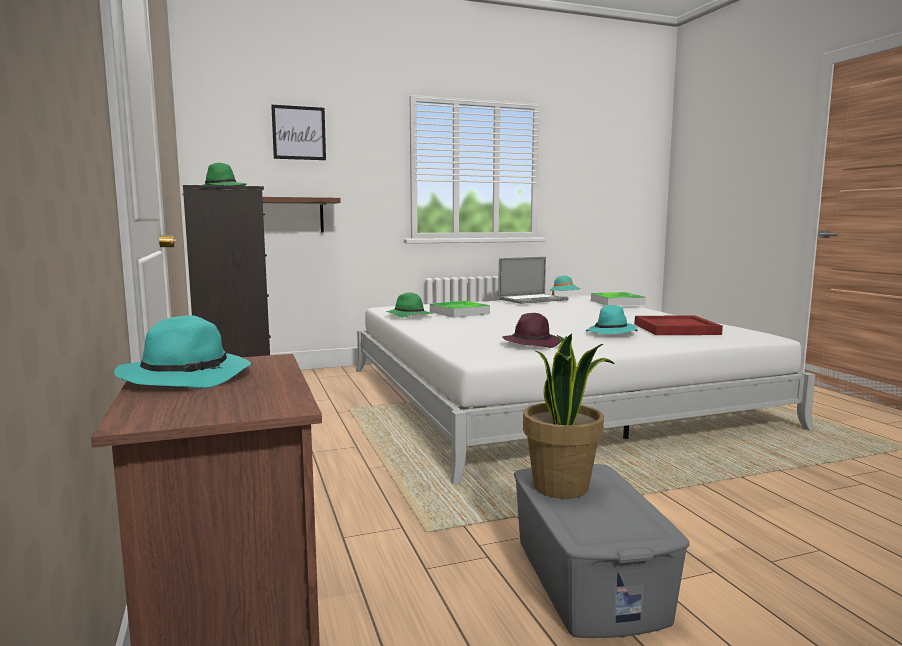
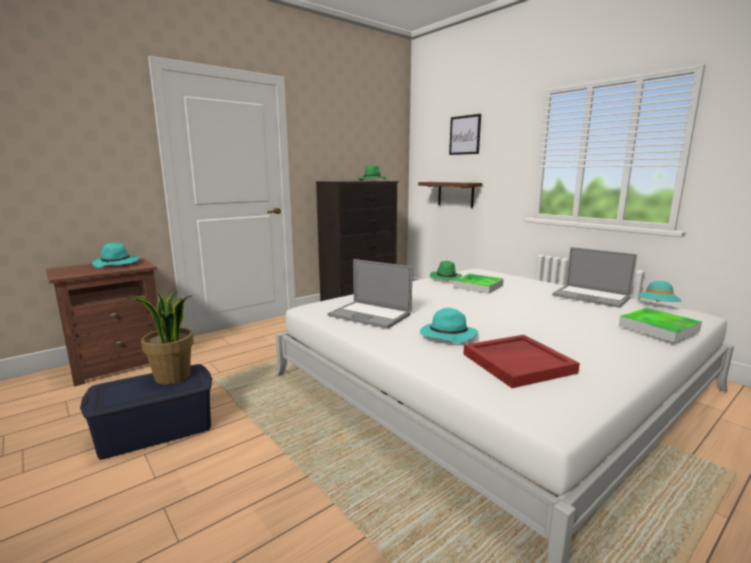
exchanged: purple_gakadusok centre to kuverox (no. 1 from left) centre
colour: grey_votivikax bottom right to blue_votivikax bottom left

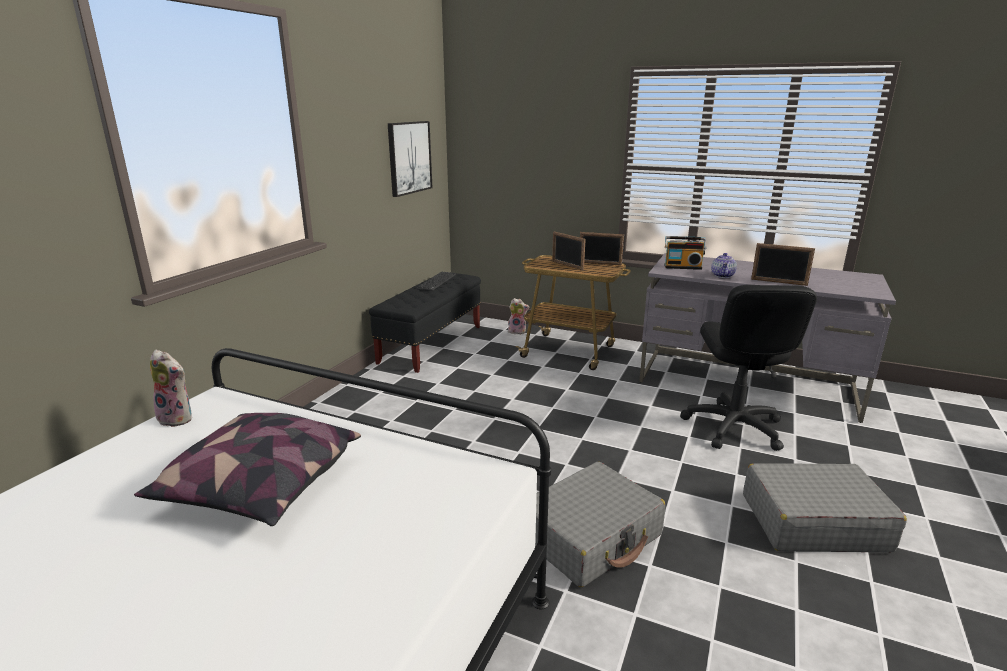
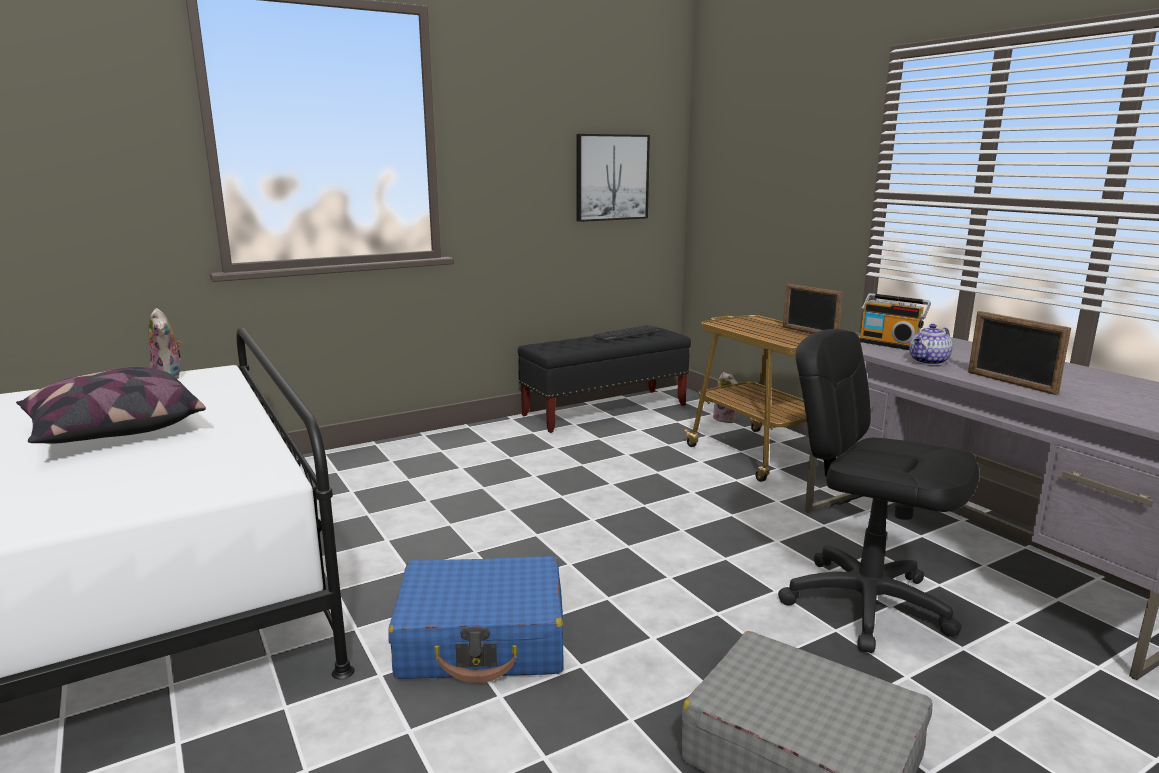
missing: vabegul (no. 1 from left) centre
colour: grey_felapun (no. 1 from left) bottom centre to blue_felapun bottom centre
spun: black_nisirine middle right = middle right 90 degrees clockwise

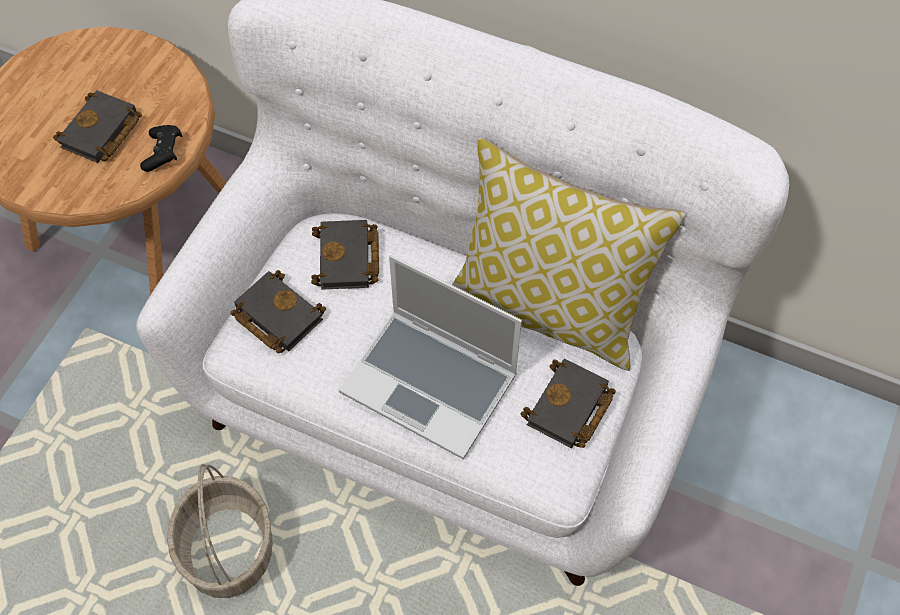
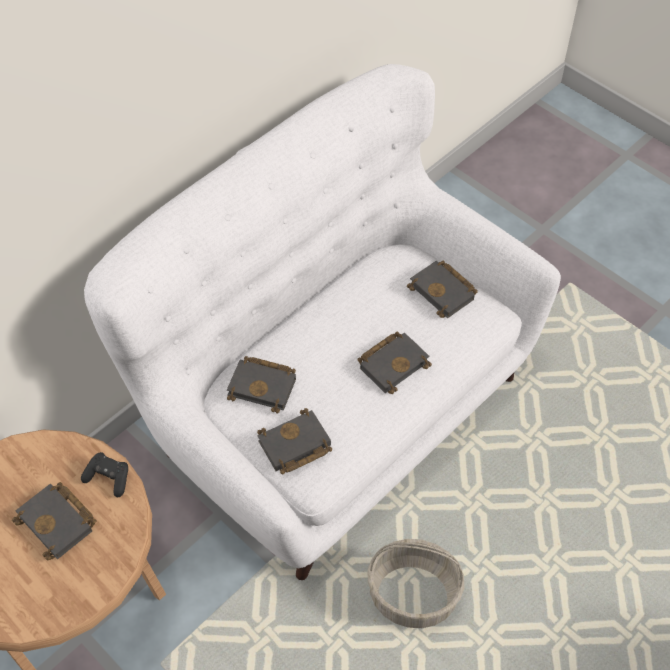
missing: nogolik centre
exchanged: kuverox centre to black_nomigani (no. 4 from left) centre

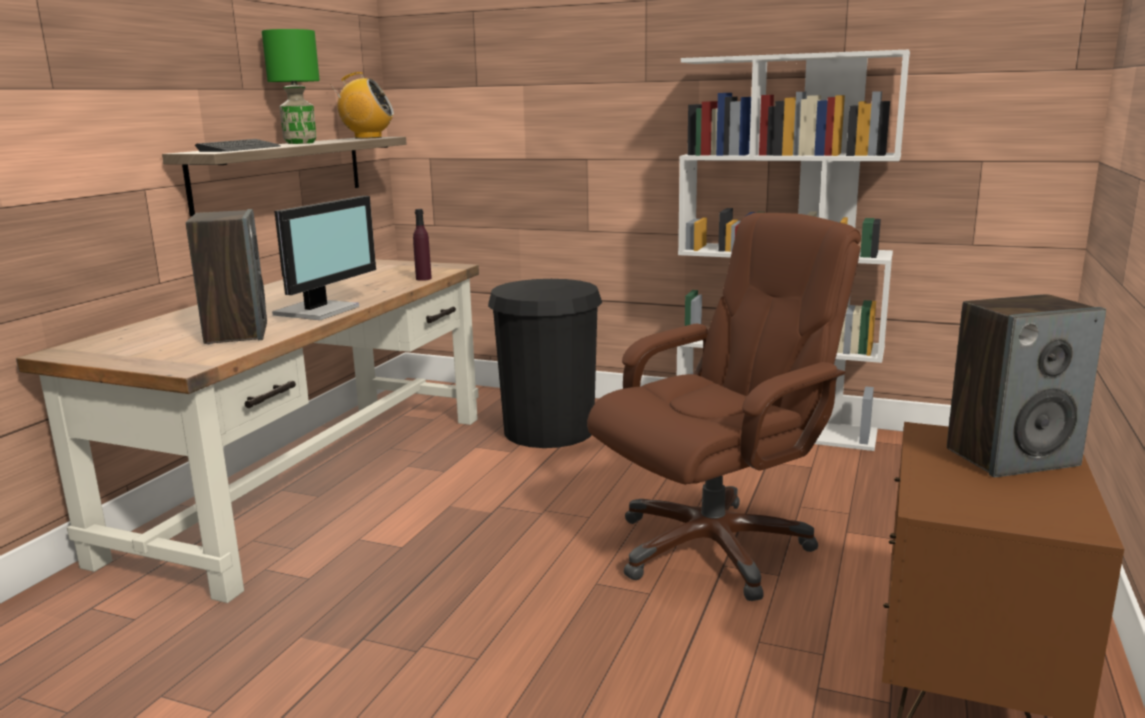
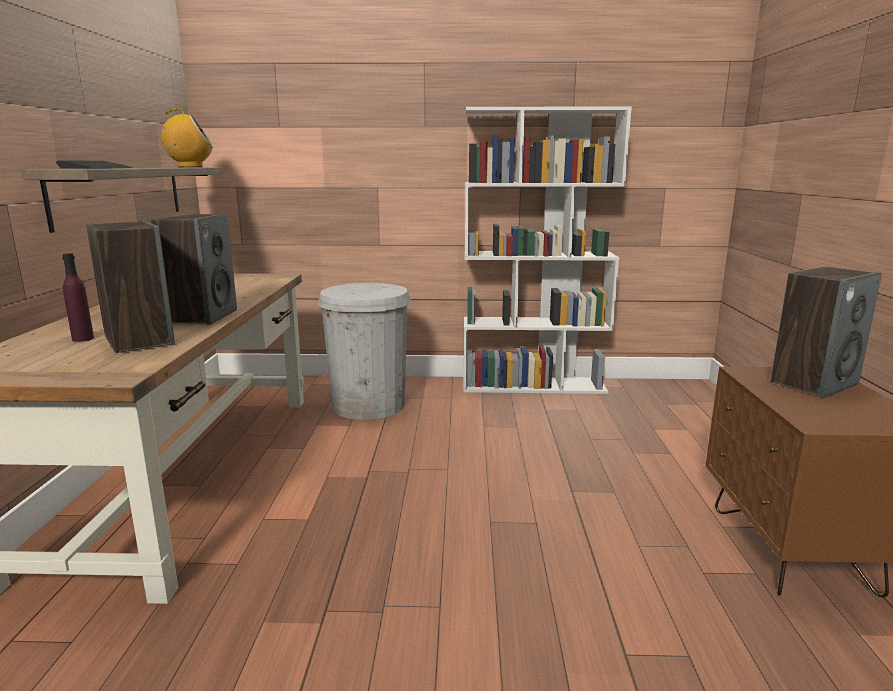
missing: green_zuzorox top left; brown_nisirine centre
relocated: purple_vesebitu centre to middle left
exchanged: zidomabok middle left to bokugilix (no. 2 from left) middle left
colour: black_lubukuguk centre to white_lubukuguk centre

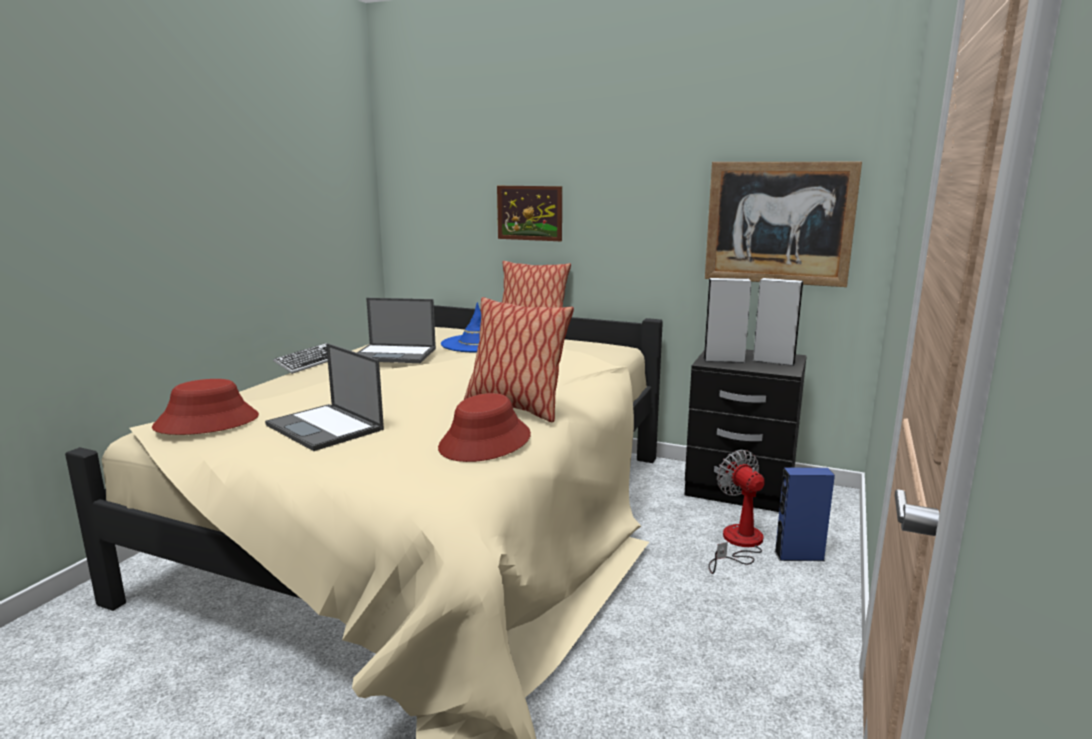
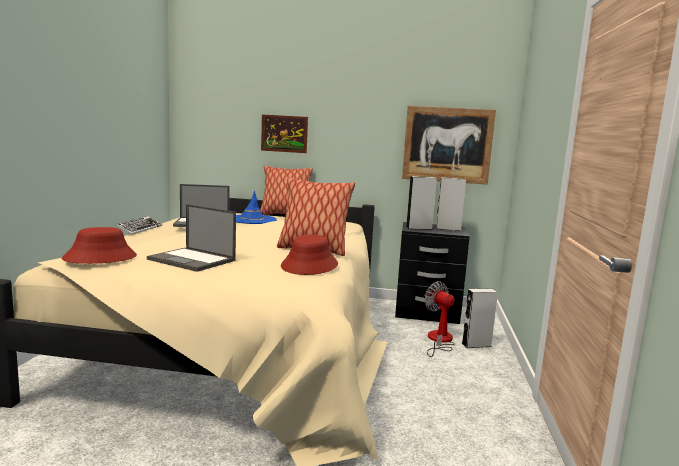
colour: blue_bokugilix bottom right to grey_bokugilix (no. 3 from left) bottom right

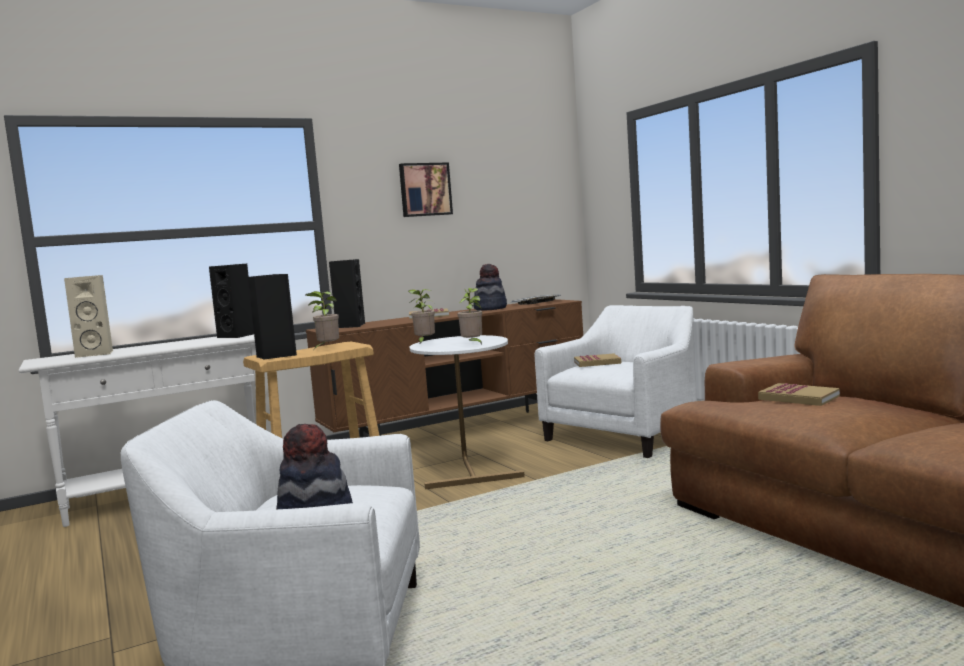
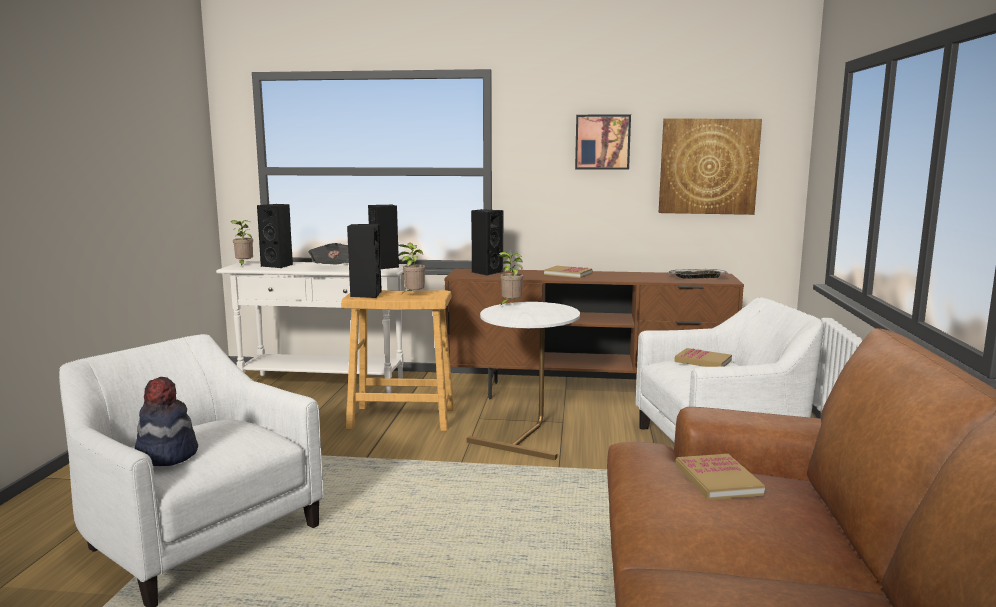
missing: gakadusok (no. 2 from left) centre
appeared: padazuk middle left; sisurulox (no. 2 from left) top right
relocated: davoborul (no. 3 from left in the first image) centre to davoborul (no. 1 from left) middle left
colour: beige_bokugilix middle left to black_bokugilix (no. 1 from left) middle left

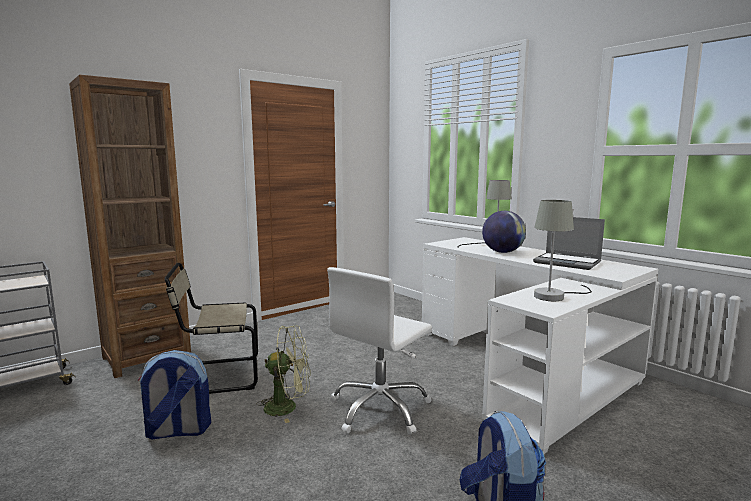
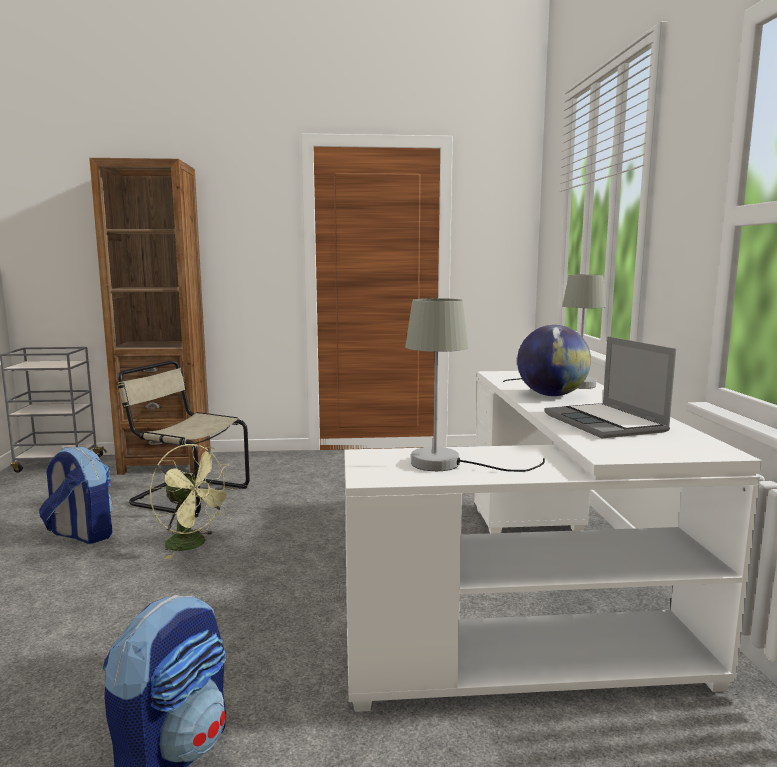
missing: white_nisirine bottom centre

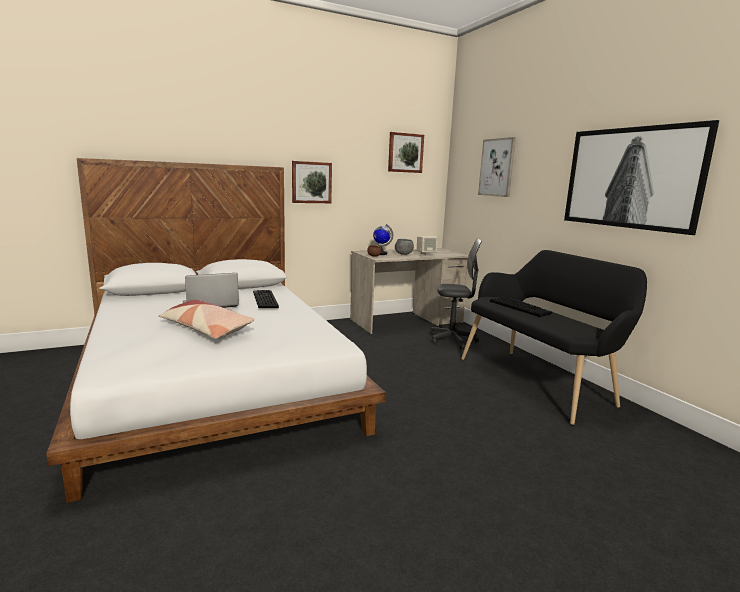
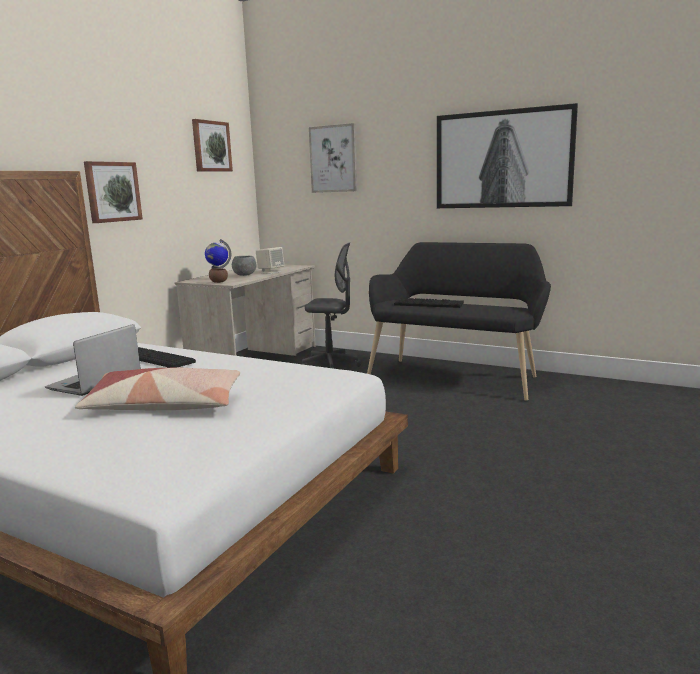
spun: grey_nisirine centre = centre 45 degrees clockwise

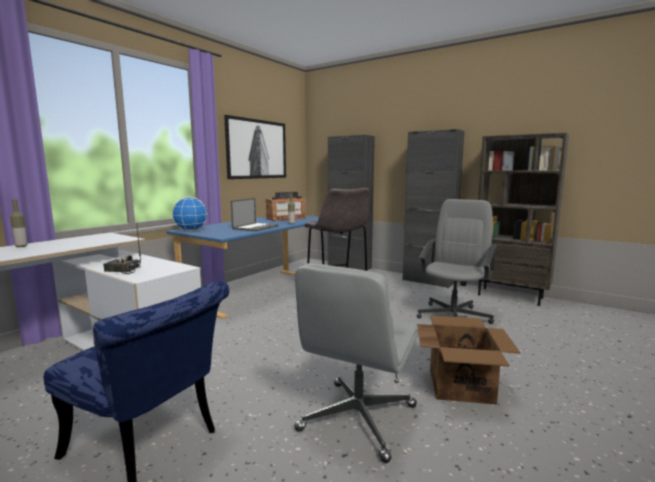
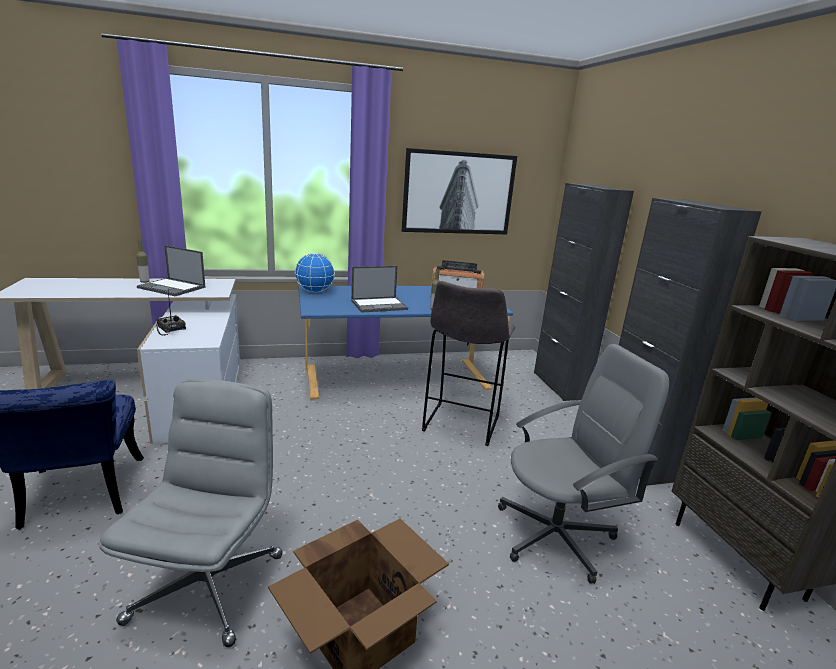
appeared: kuverox (no. 1 from left) middle left
spun: grey_nisirine (no. 1 from left) bottom centre = bottom left 120 degrees clockwise

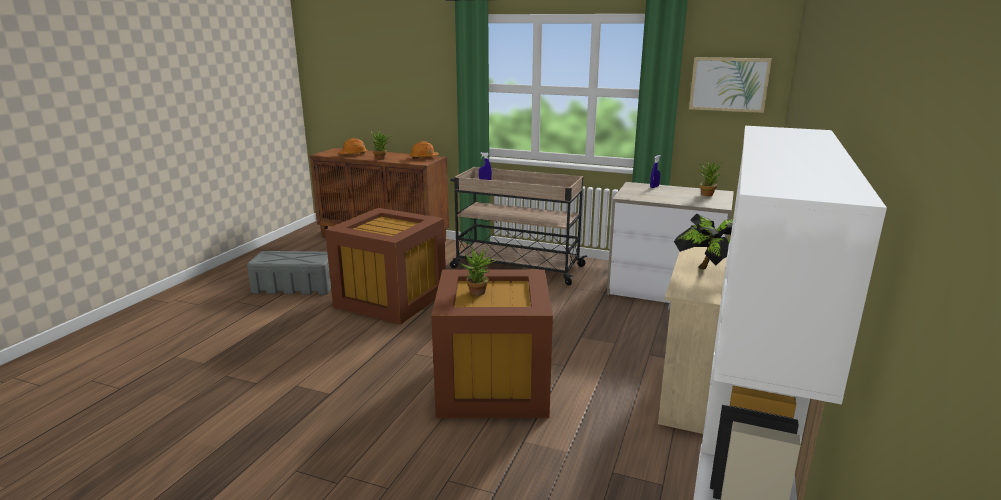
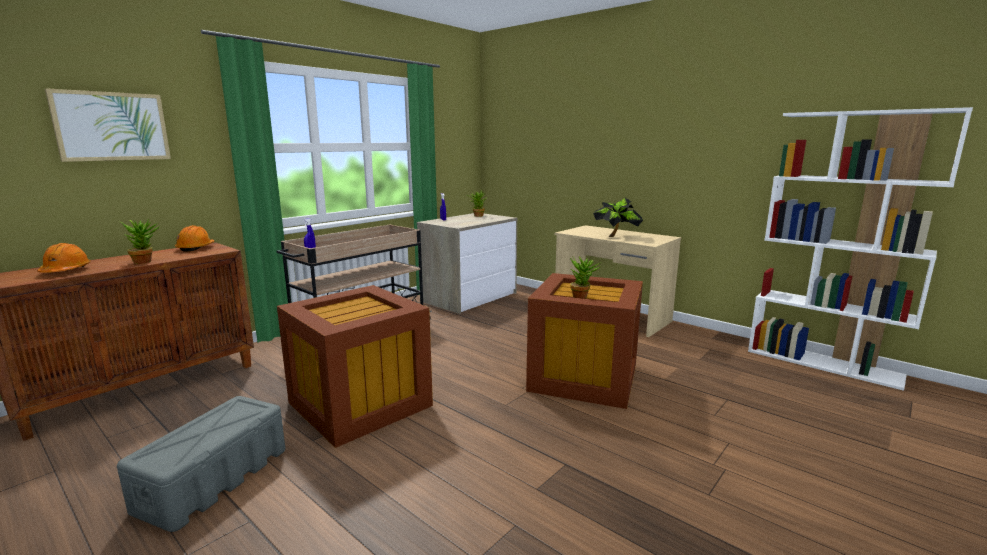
relocated: sisurulox top right to top left

